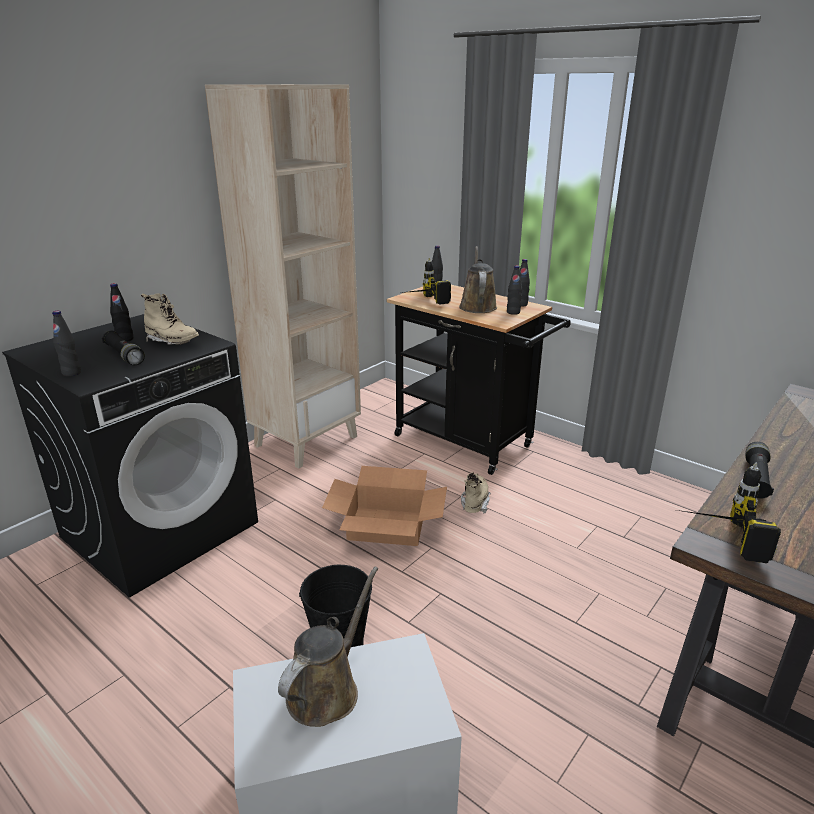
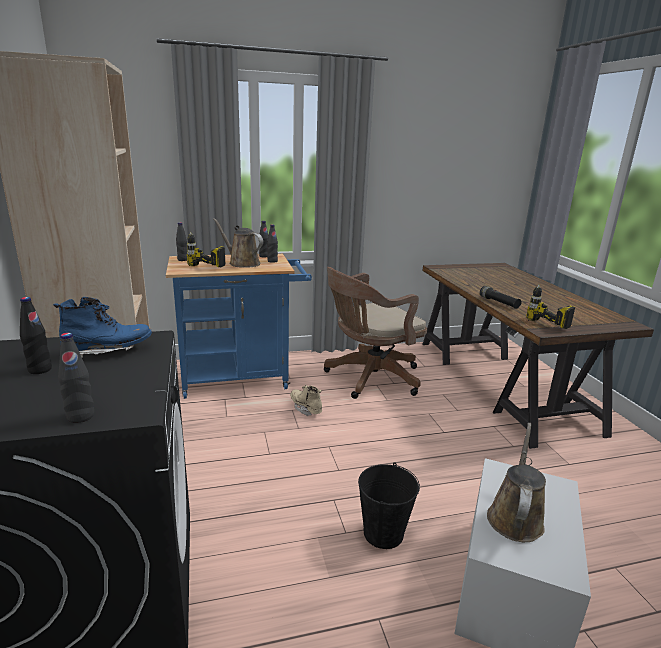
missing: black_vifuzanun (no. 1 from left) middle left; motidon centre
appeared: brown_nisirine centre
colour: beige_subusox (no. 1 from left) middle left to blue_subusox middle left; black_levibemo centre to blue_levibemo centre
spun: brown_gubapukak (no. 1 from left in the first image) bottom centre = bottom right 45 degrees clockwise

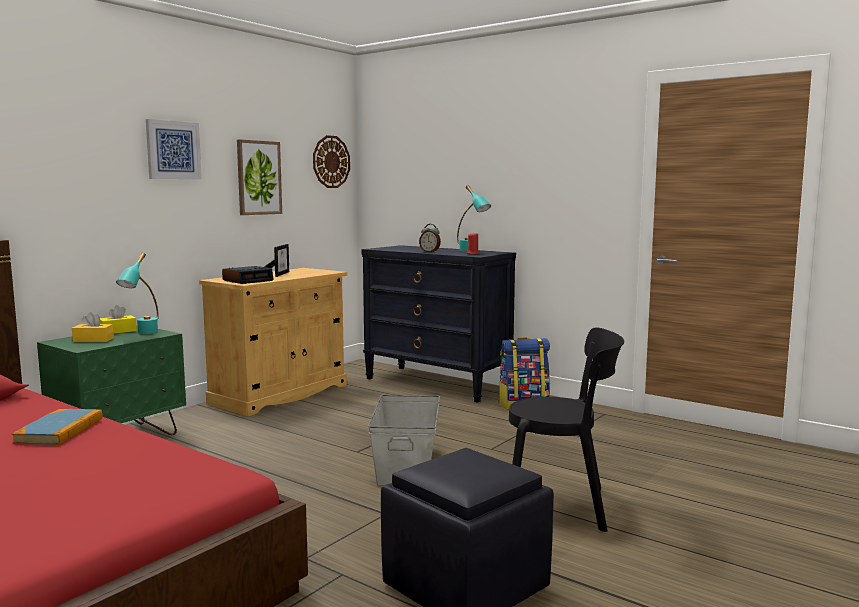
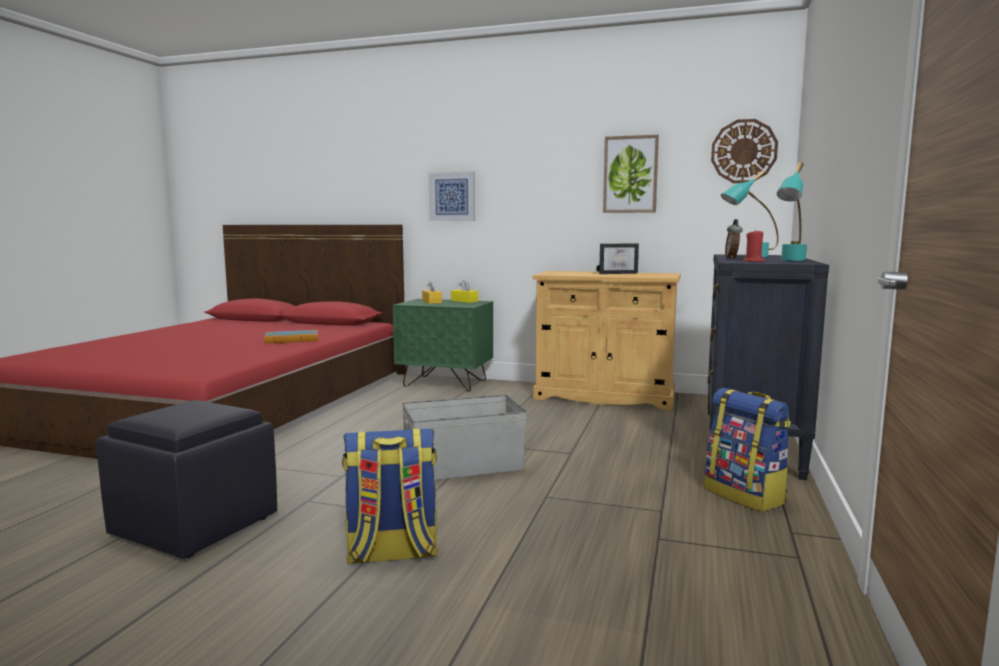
missing: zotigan (no. 1 from left) middle left
relocated: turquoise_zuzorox (no. 1 from left) middle left to top right; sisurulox (no. 1 from left) top left to top centre
exchanged: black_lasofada bottom centre to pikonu (no. 1 from left) bottom centre

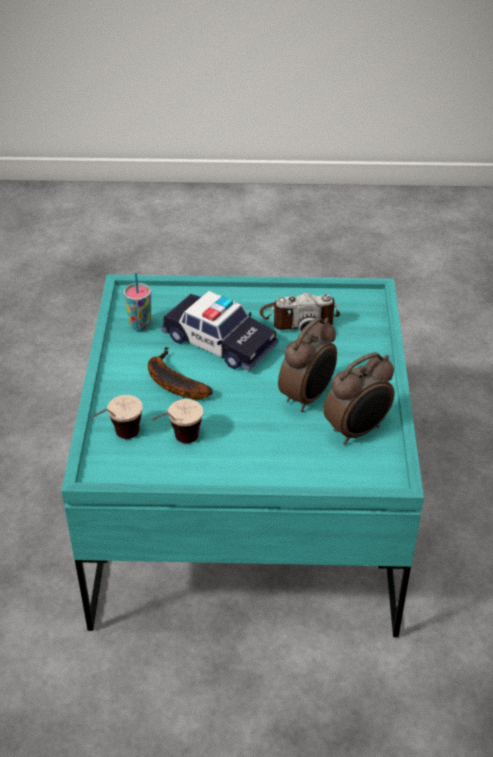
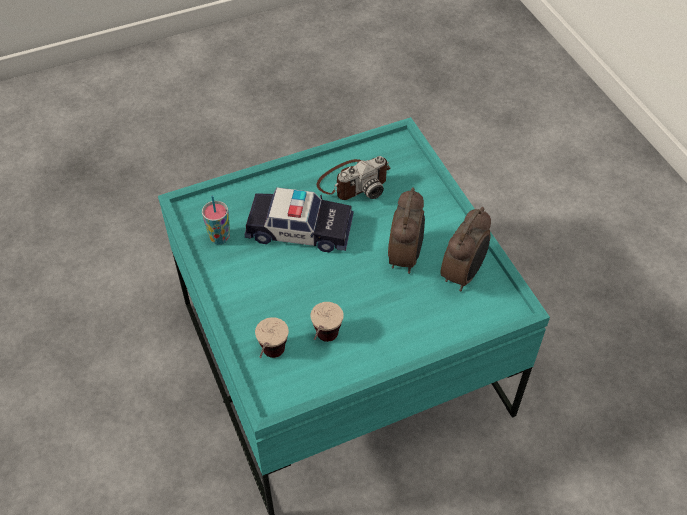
missing: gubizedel centre

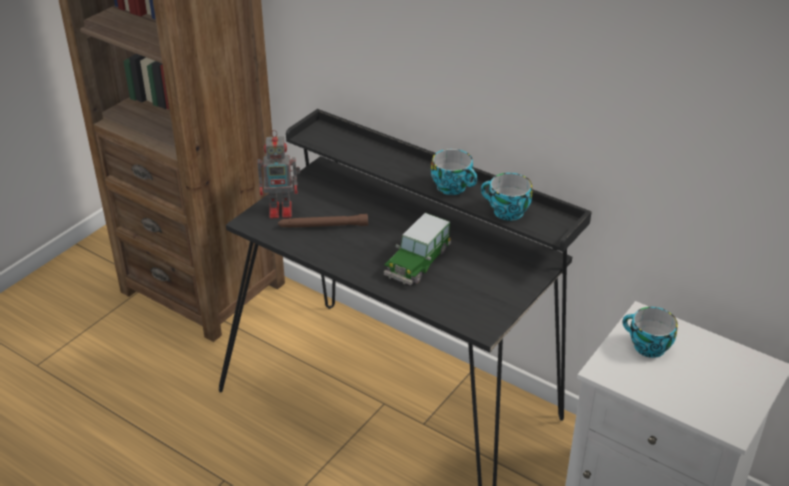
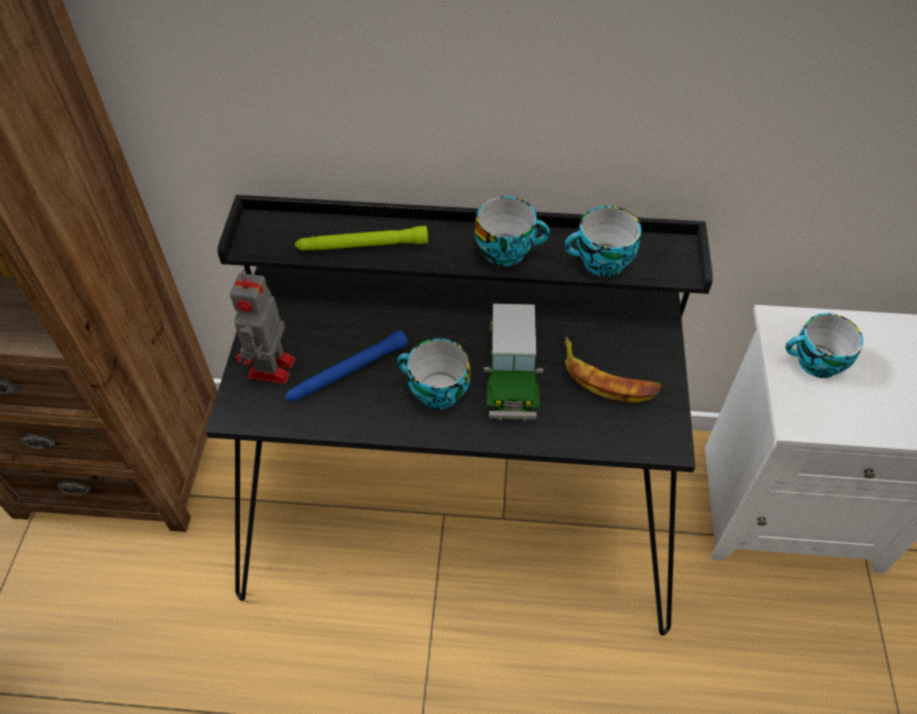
appeared: green_vifuzanun centre; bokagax (no. 1 from left) centre; gubizedel middle right
colour: brown_vifuzanun centre to blue_vifuzanun centre
spun: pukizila centre = middle left 135 degrees clockwise

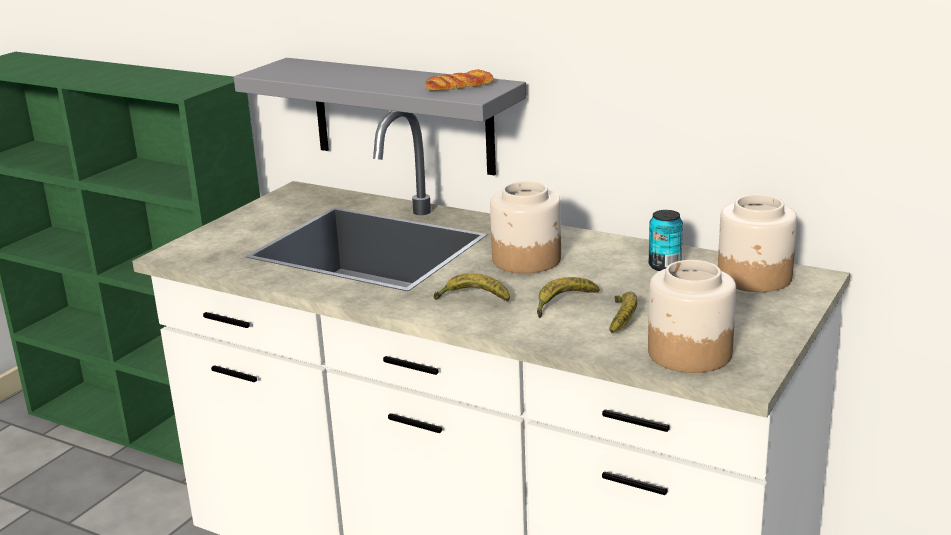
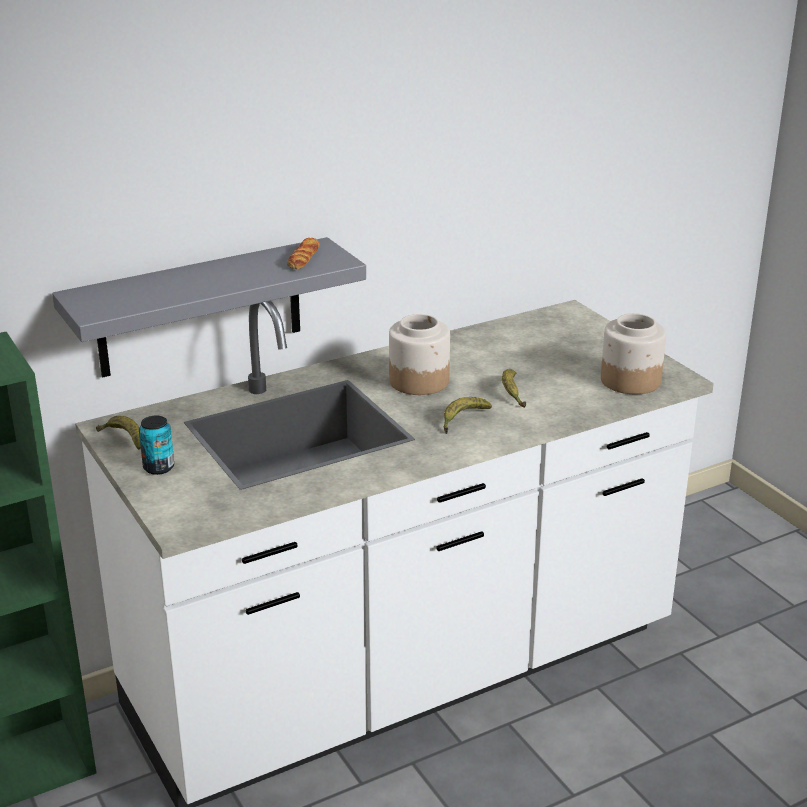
missing: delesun (no. 3 from left) middle right
relocated: gubizedel (no. 3 from left in the first image) centre to gubizedel (no. 1 from left) middle left; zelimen middle right to middle left

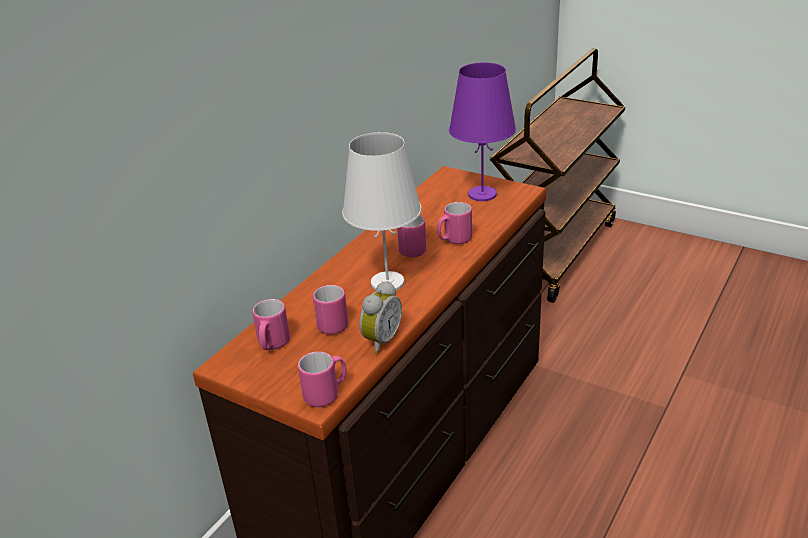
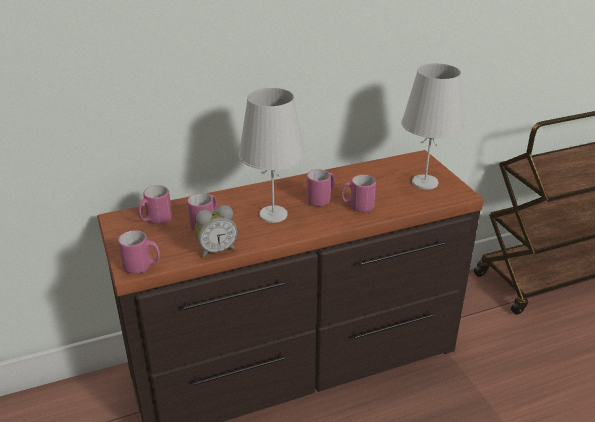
colour: purple_zuzorox top centre to white_zuzorox (no. 2 from left) top right

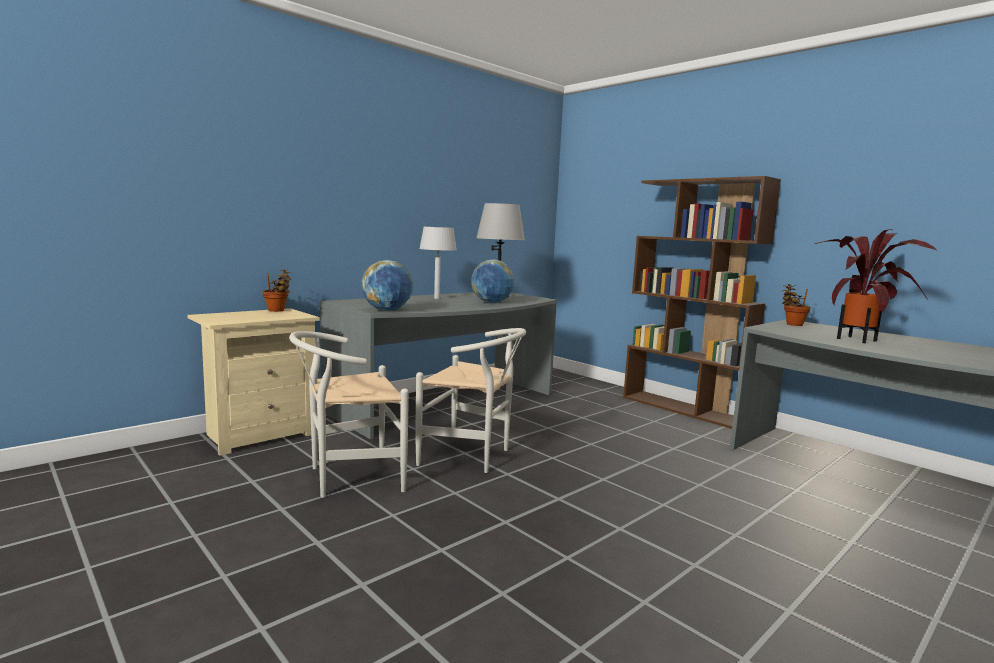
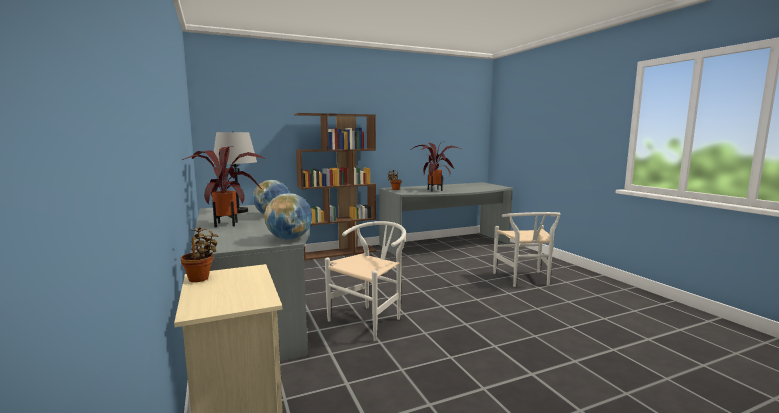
relocated: white_lasofada (no. 1 from left in the first image) centre to white_lasofada (no. 2 from left) middle right
exchanged: grey_zuzorox (no. 1 from left) centre to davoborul (no. 2 from left) middle left

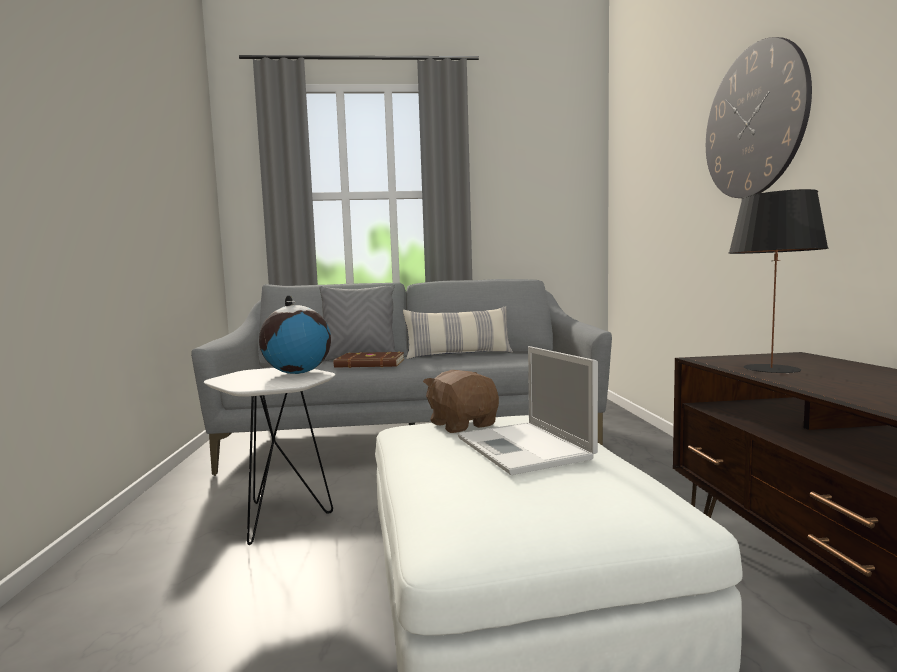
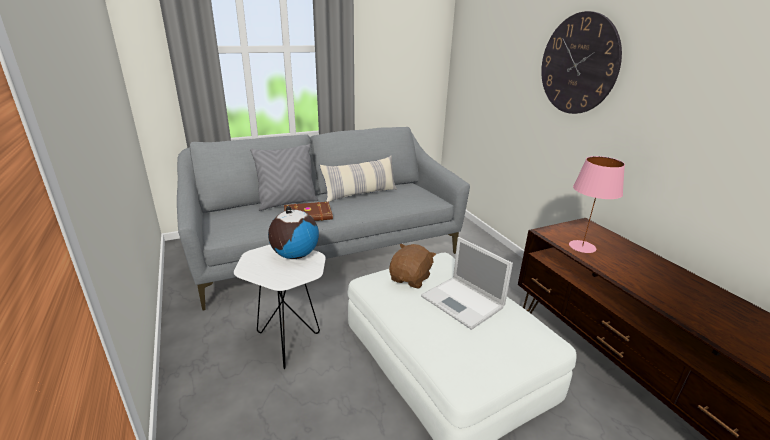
colour: black_zuzorox middle right to pink_zuzorox middle right
spun: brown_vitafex centre = centre 75 degrees clockwise

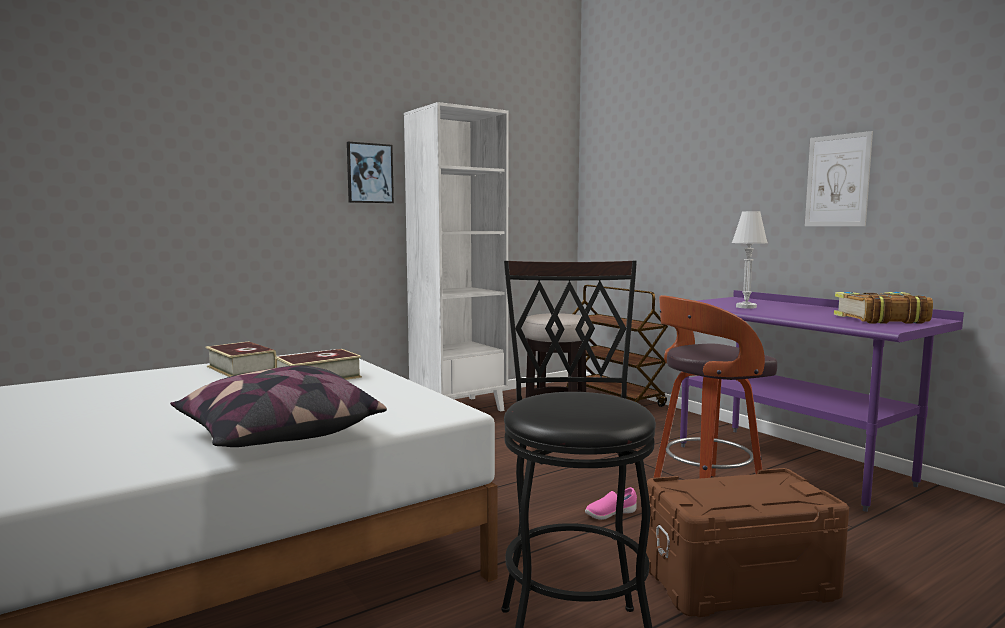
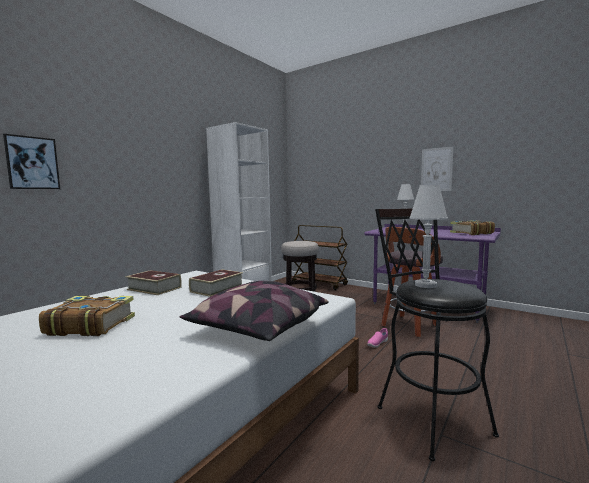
missing: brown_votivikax bottom right
appeared: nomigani (no. 1 from left) middle left; white_zuzorox (no. 2 from left) middle right
relocated: sisurulox (no. 1 from left) top centre to middle left

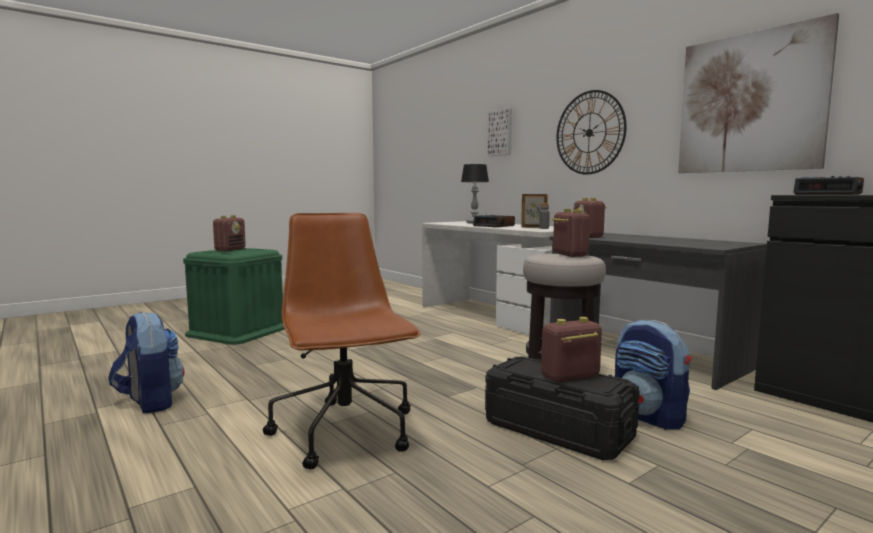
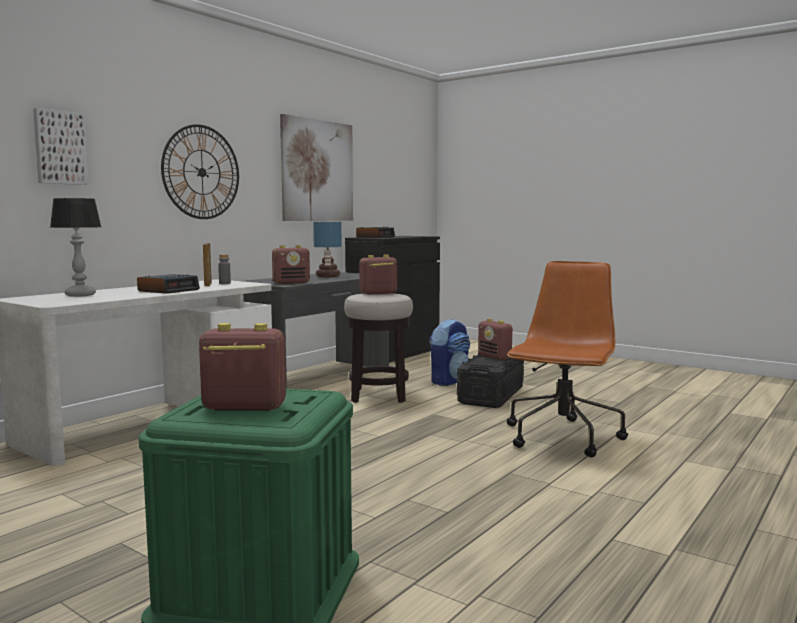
missing: pikonu (no. 1 from left) bottom left
appeared: zuzorox (no. 2 from left) centre
spun: brown_nisirine centre = middle right 150 degrees clockwise

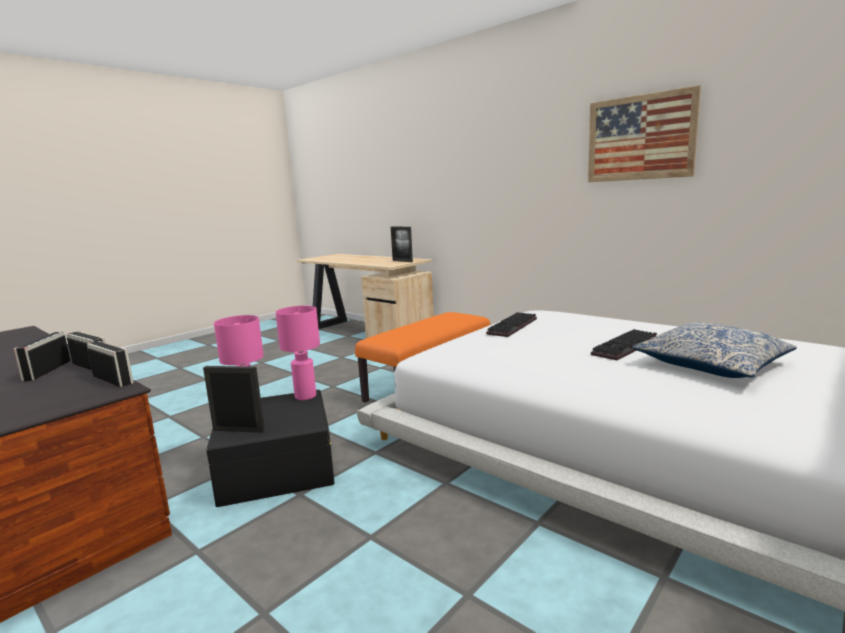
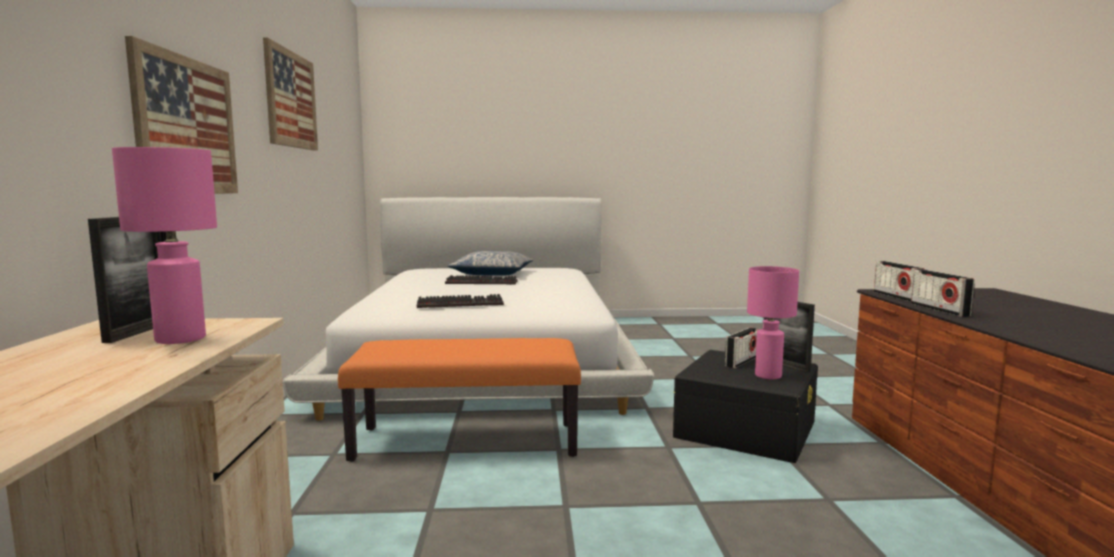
appeared: sisurulox (no. 1 from left) top left
relocated: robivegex (no. 1 from left) middle left to centre; pink_zuzorox (no. 2 from left in the first image) centre to pink_zuzorox (no. 1 from left) middle left

